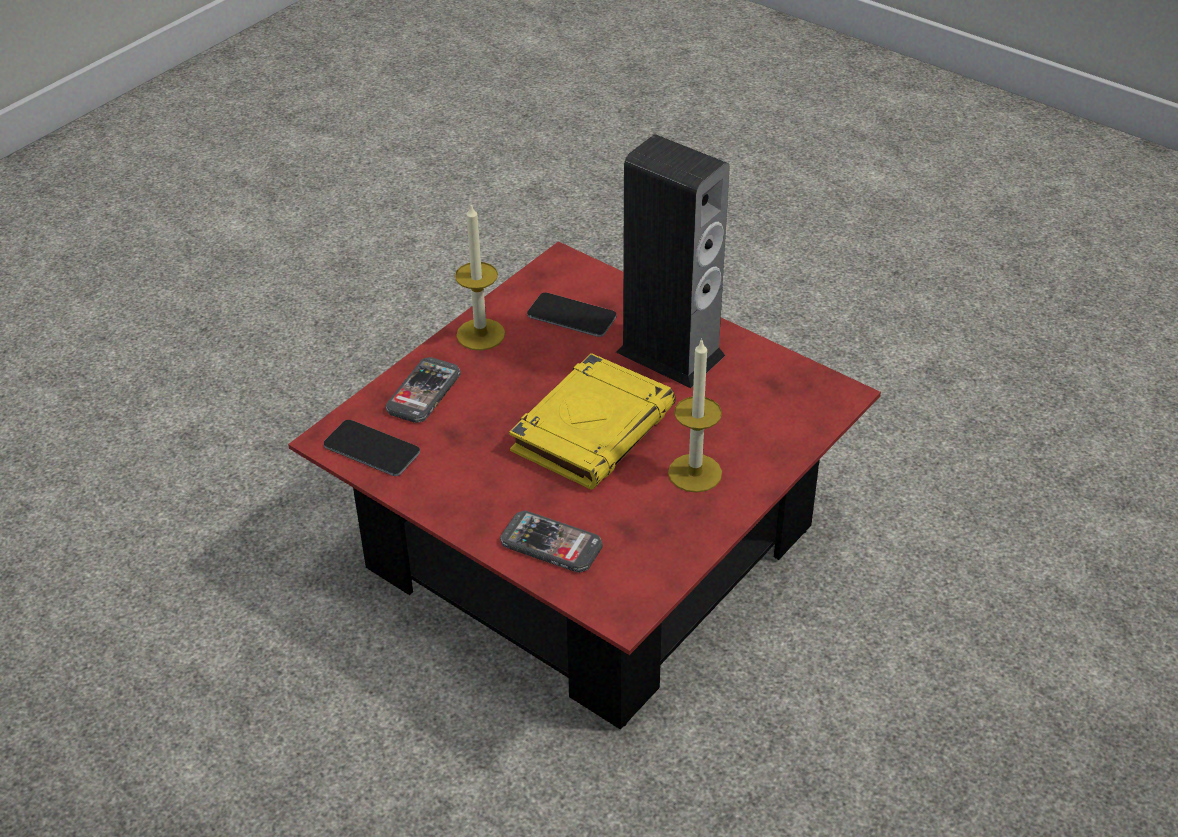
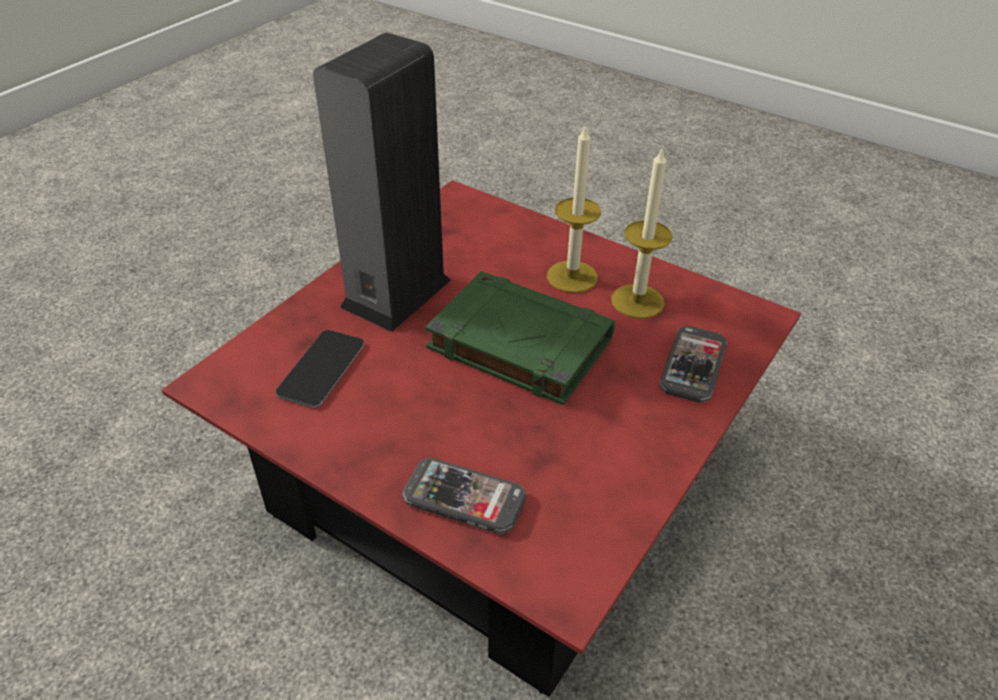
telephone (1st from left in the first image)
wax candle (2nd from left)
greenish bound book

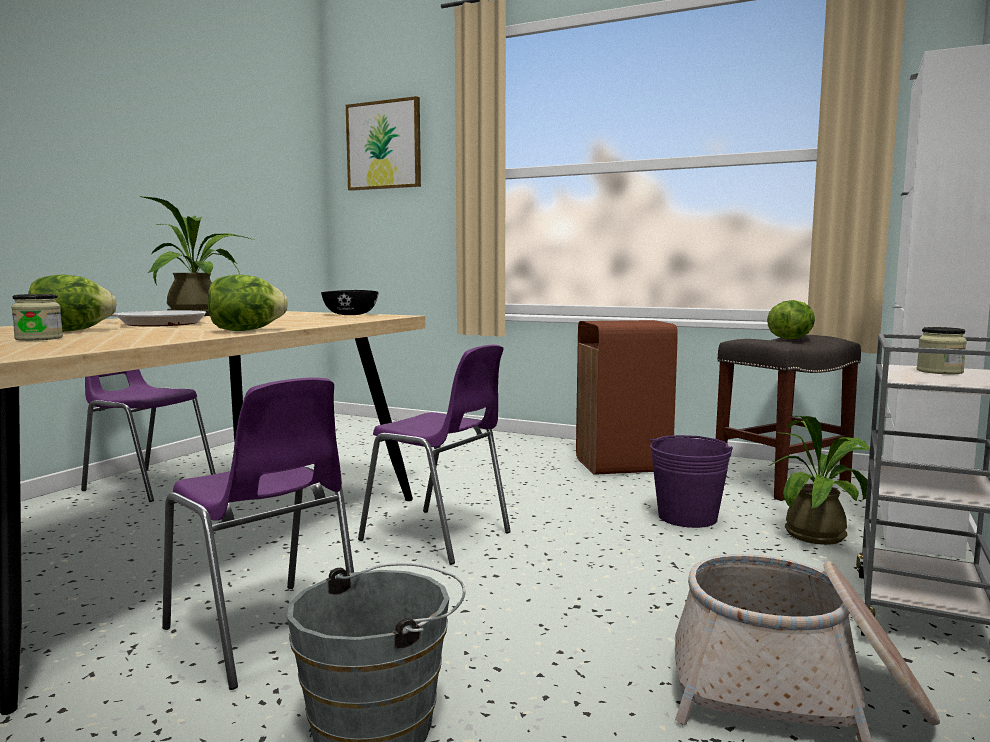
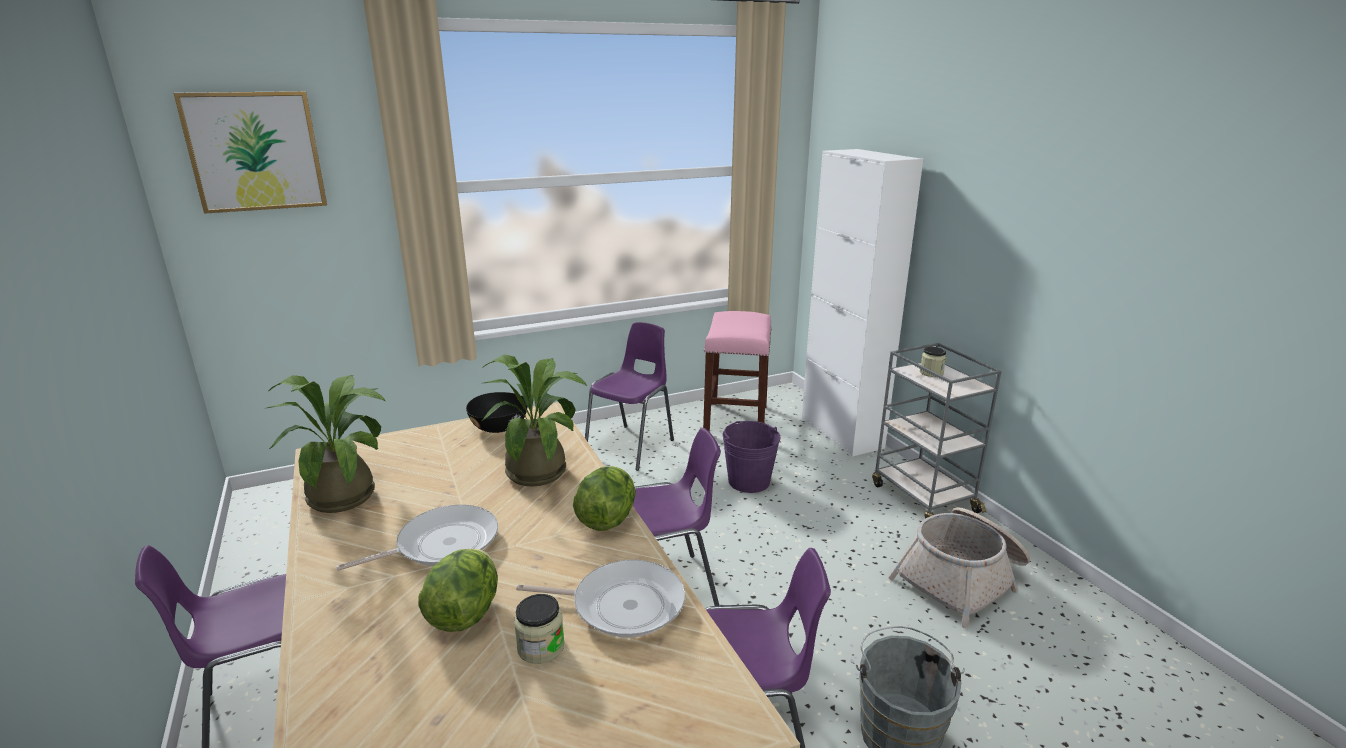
head of lettuce (3rd from left in the first image)
frying pan (2nd from left)
plant in a pot (2nd from left)
purple-coloured chair (2nd from left)
pink-coloured stool

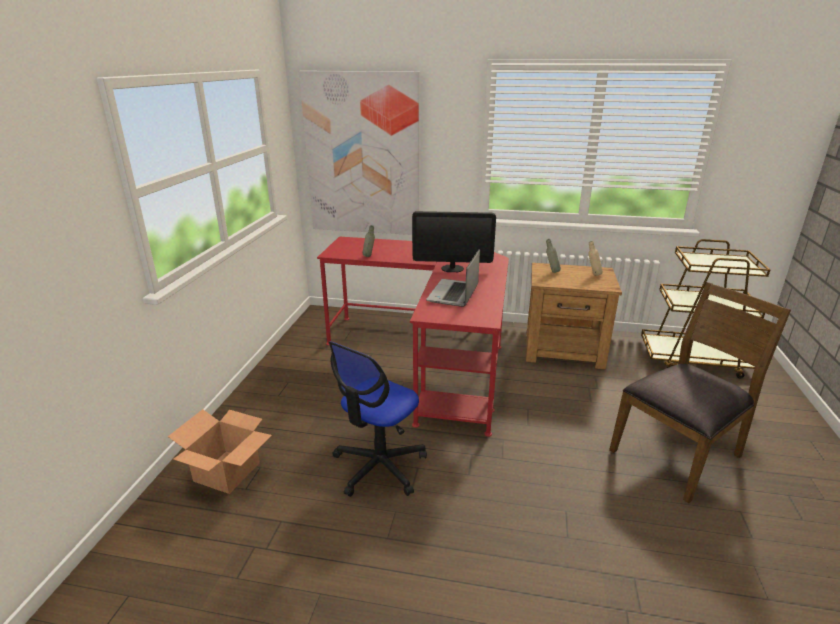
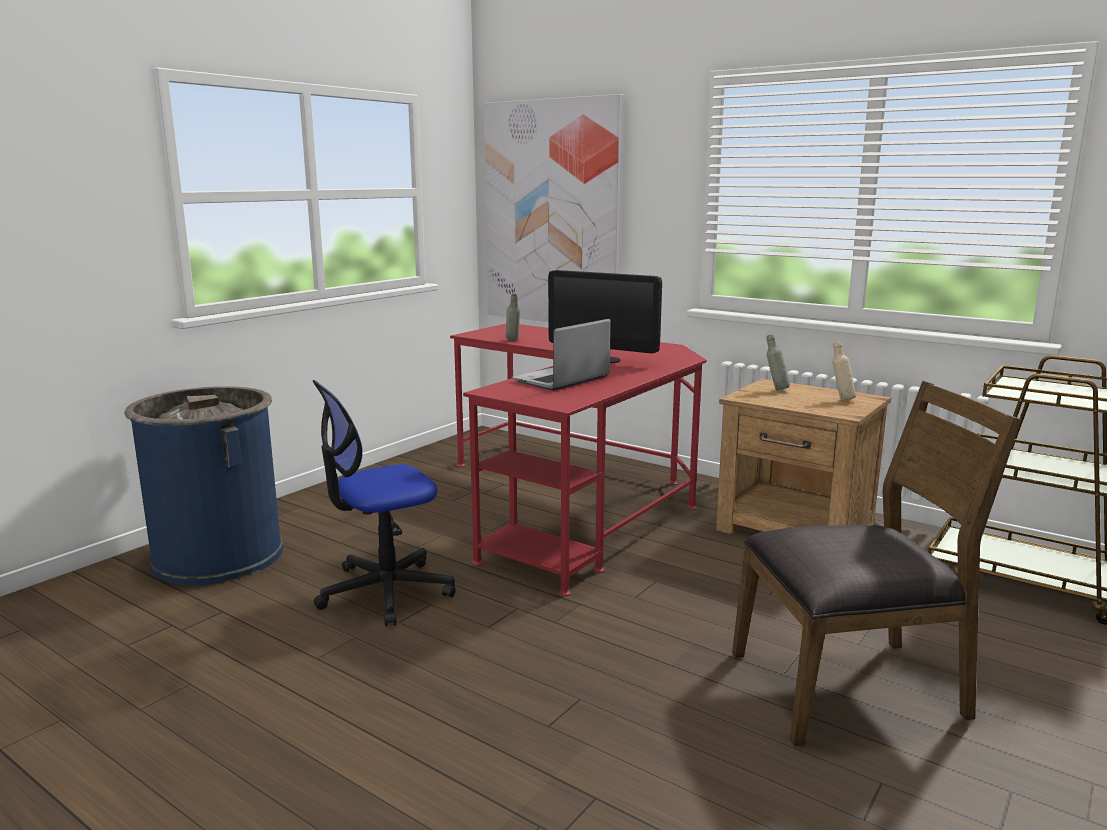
bluish trash can

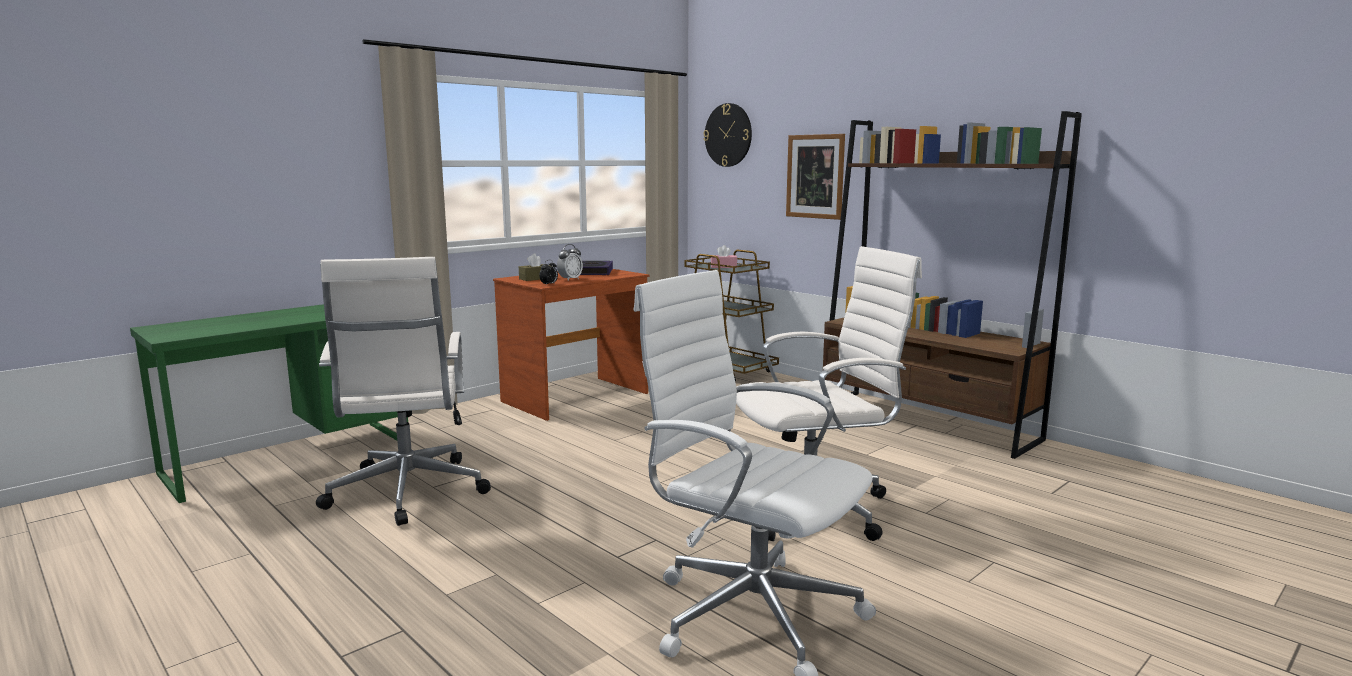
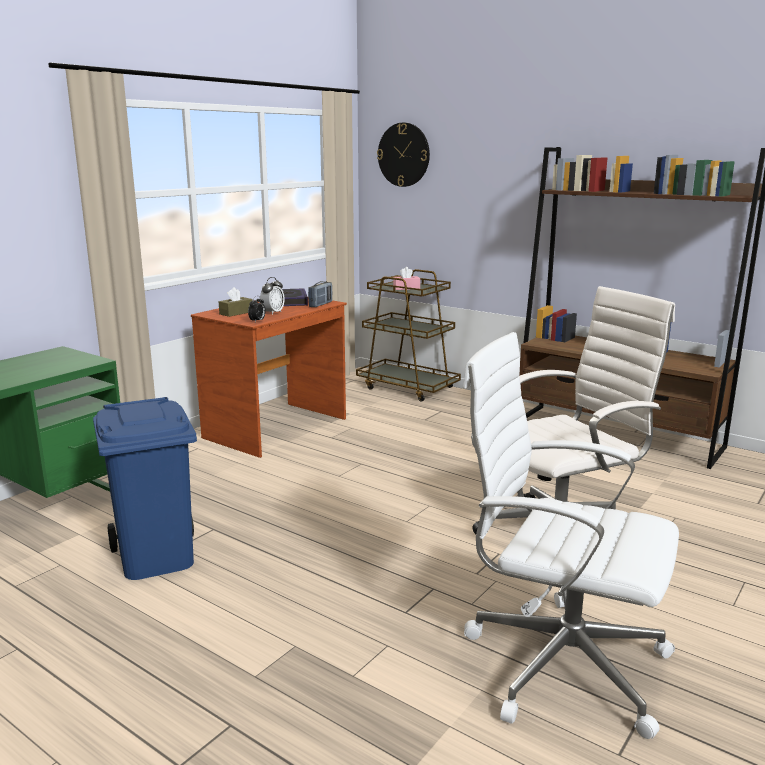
picture
radio receiver
bluish trash can

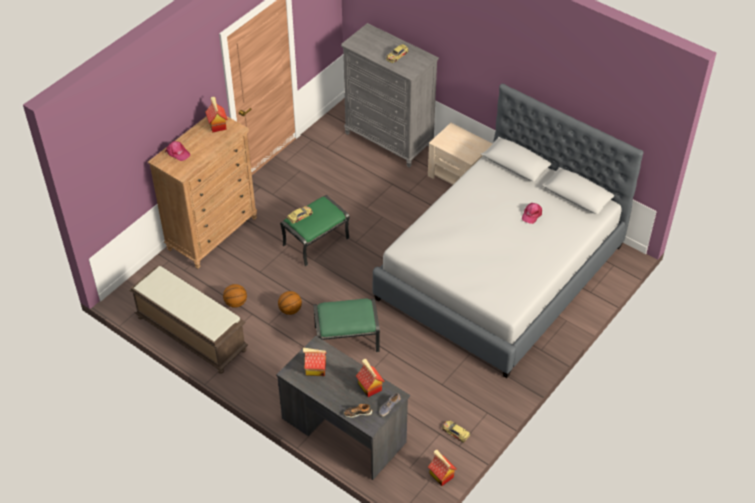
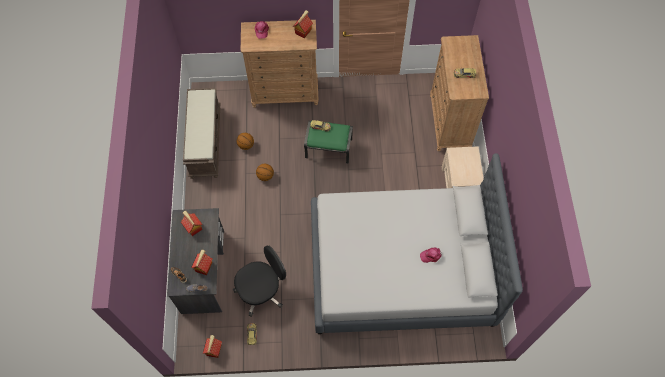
greenish ottoman (2nd from left in the first image)
black office chair
brownish chest of drawers (2nd from left)

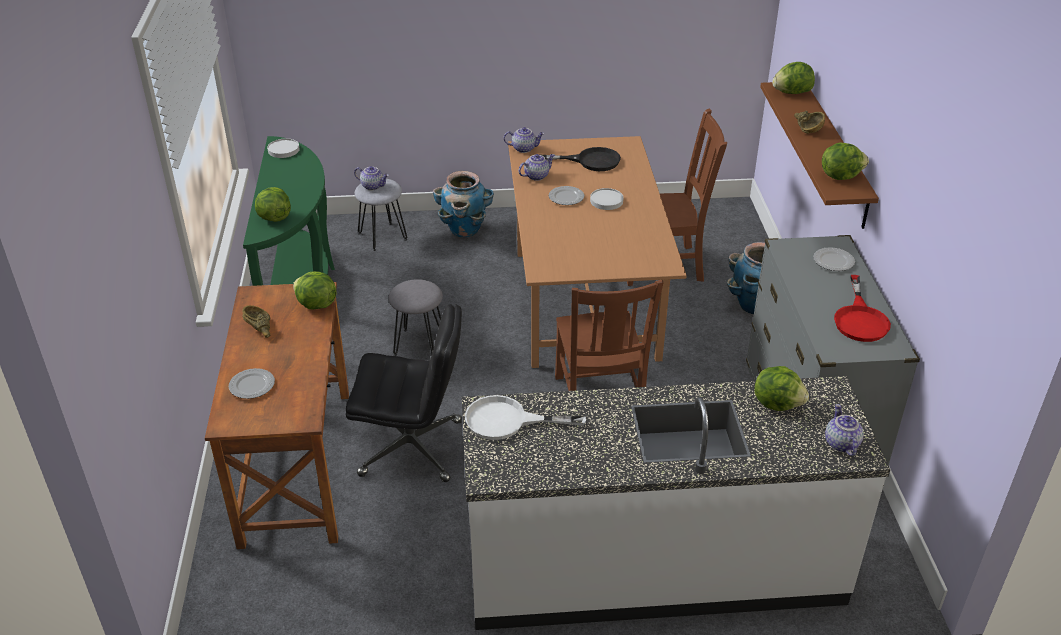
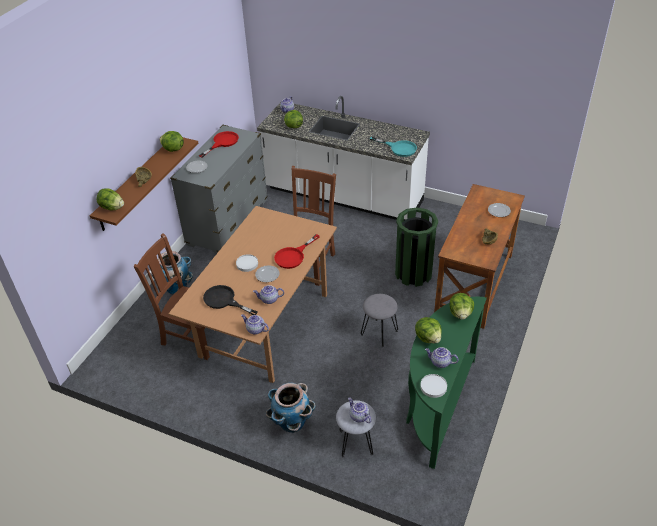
red-coloured frying pan (2nd from left)
teapot (5th from left)
head of lettuce (4th from left)
greenish trash can
blue-green frying pan

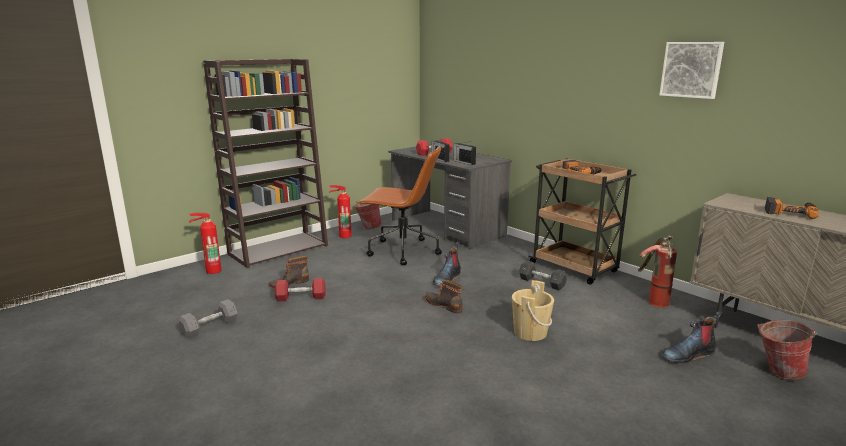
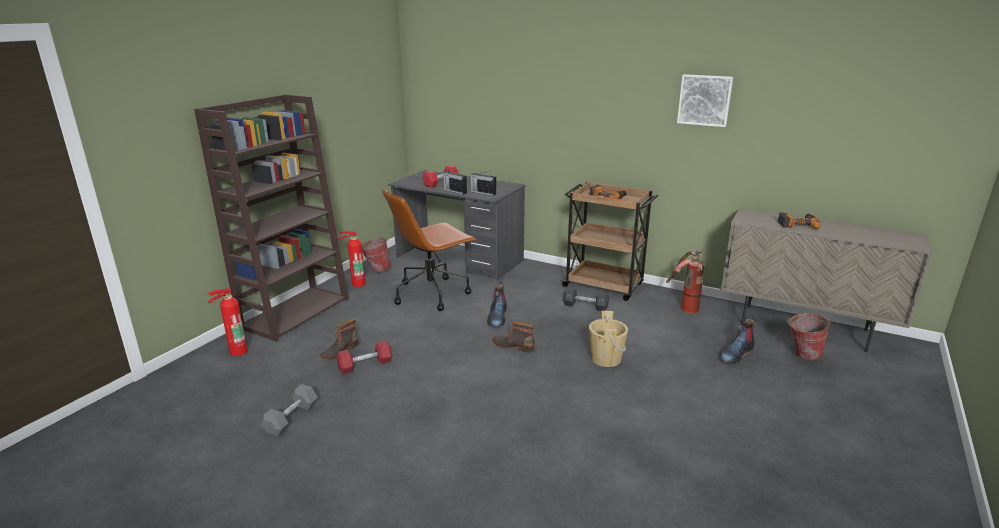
brownish office chair

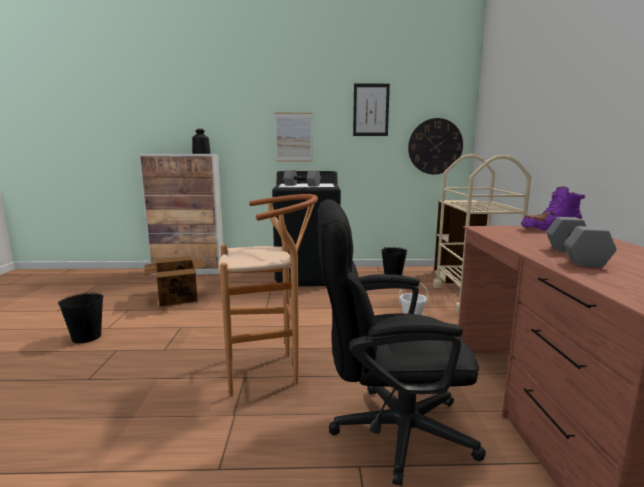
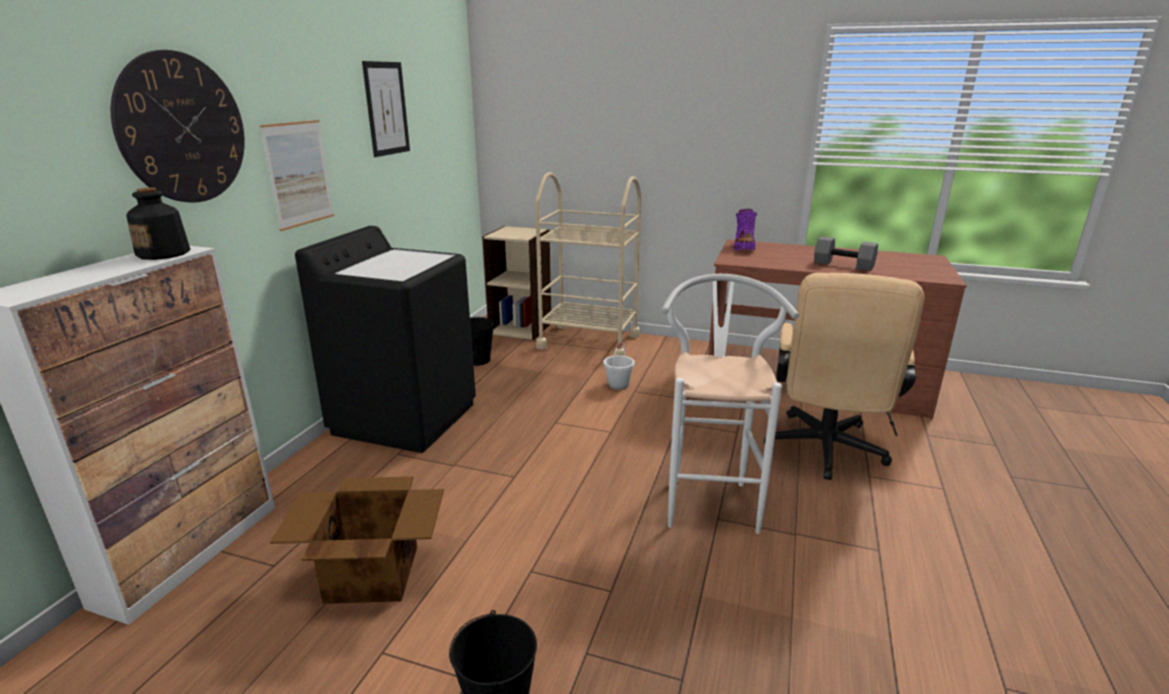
gray hand weight (1st from left in the first image)
clock on the wall
white-coloured stool
sand-coloured office chair

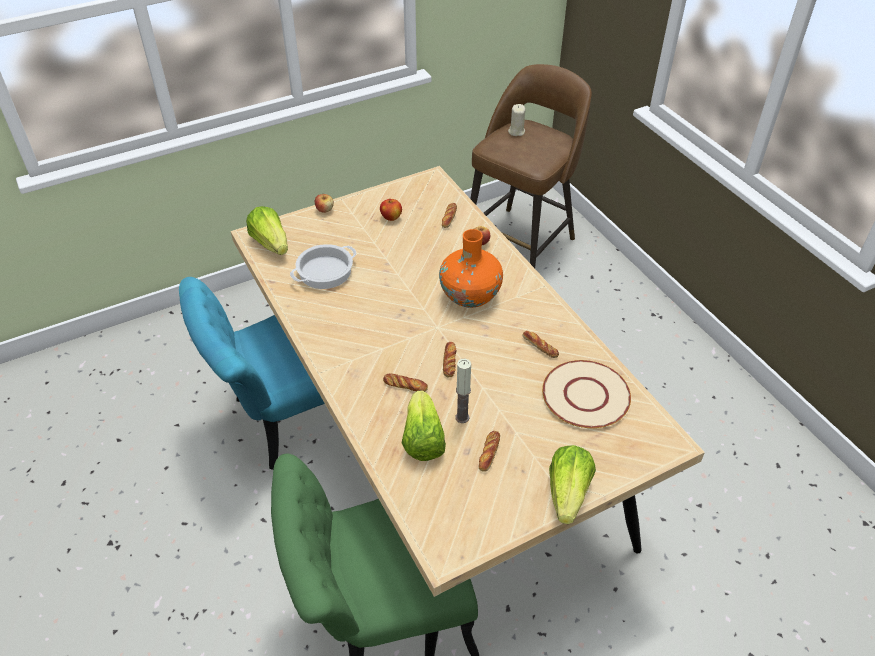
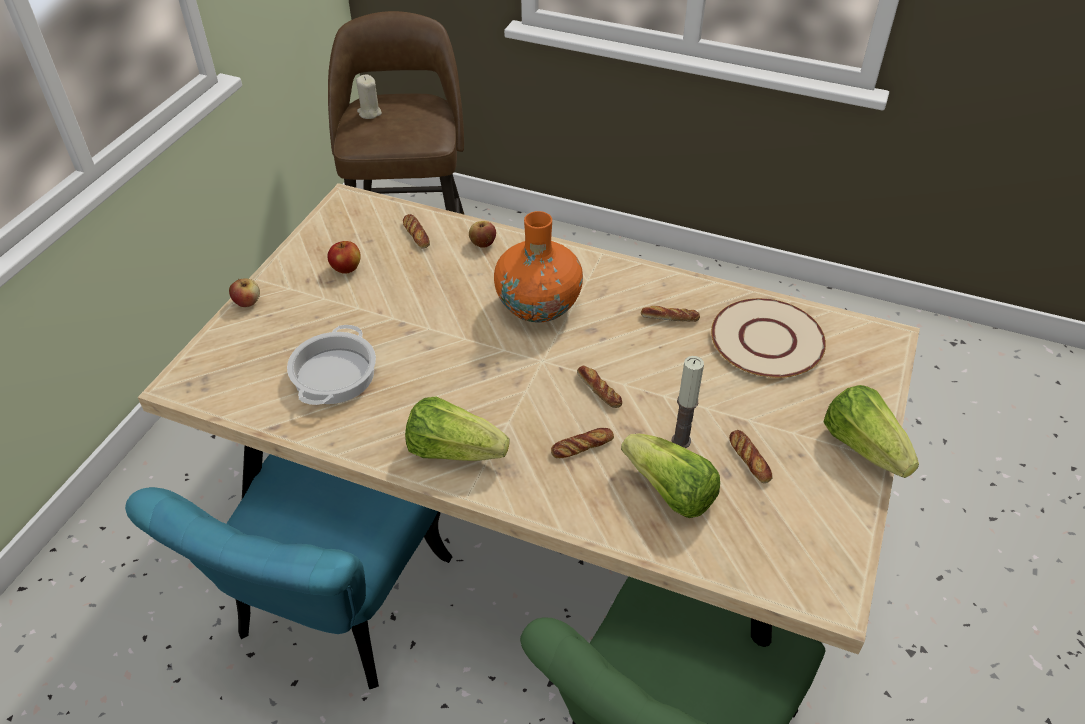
head of lettuce (1st from left)

